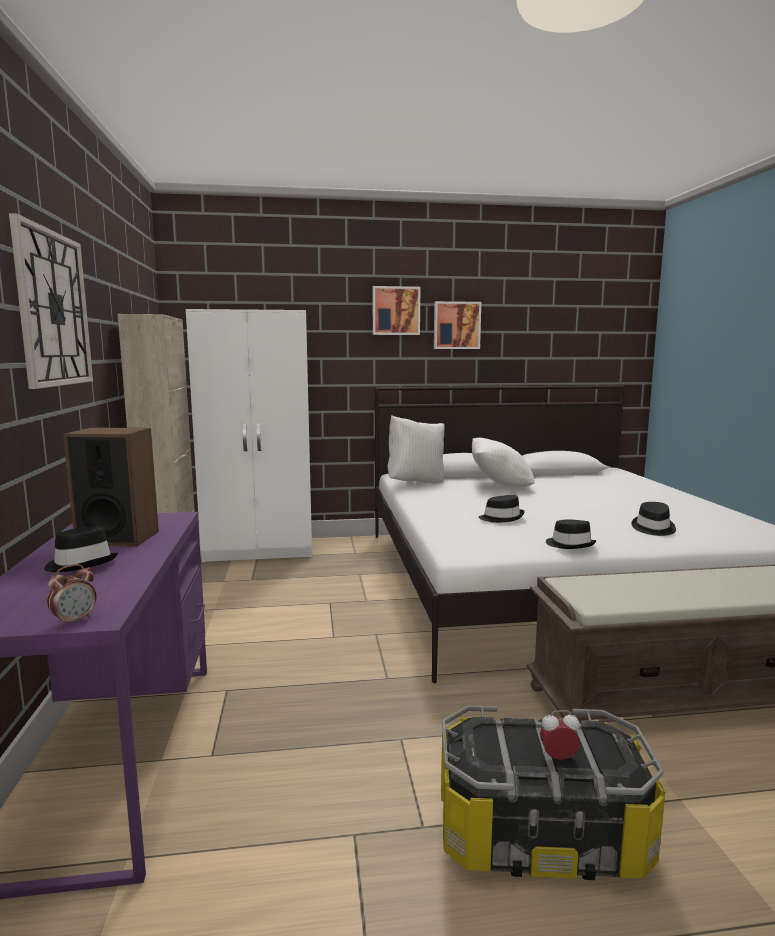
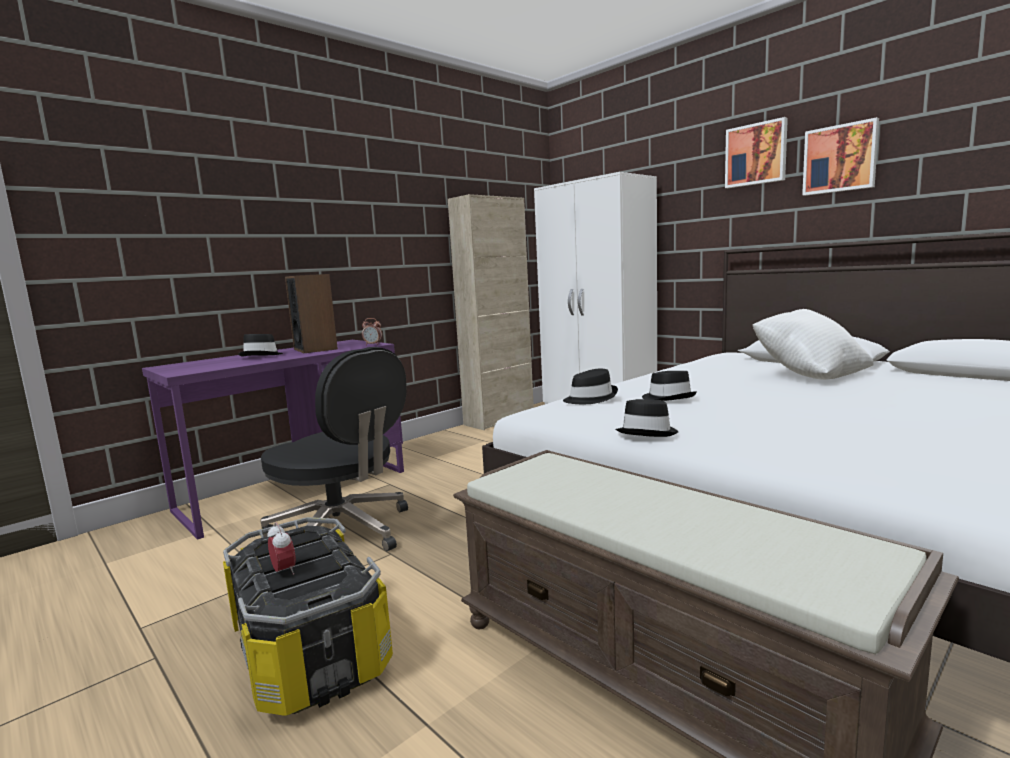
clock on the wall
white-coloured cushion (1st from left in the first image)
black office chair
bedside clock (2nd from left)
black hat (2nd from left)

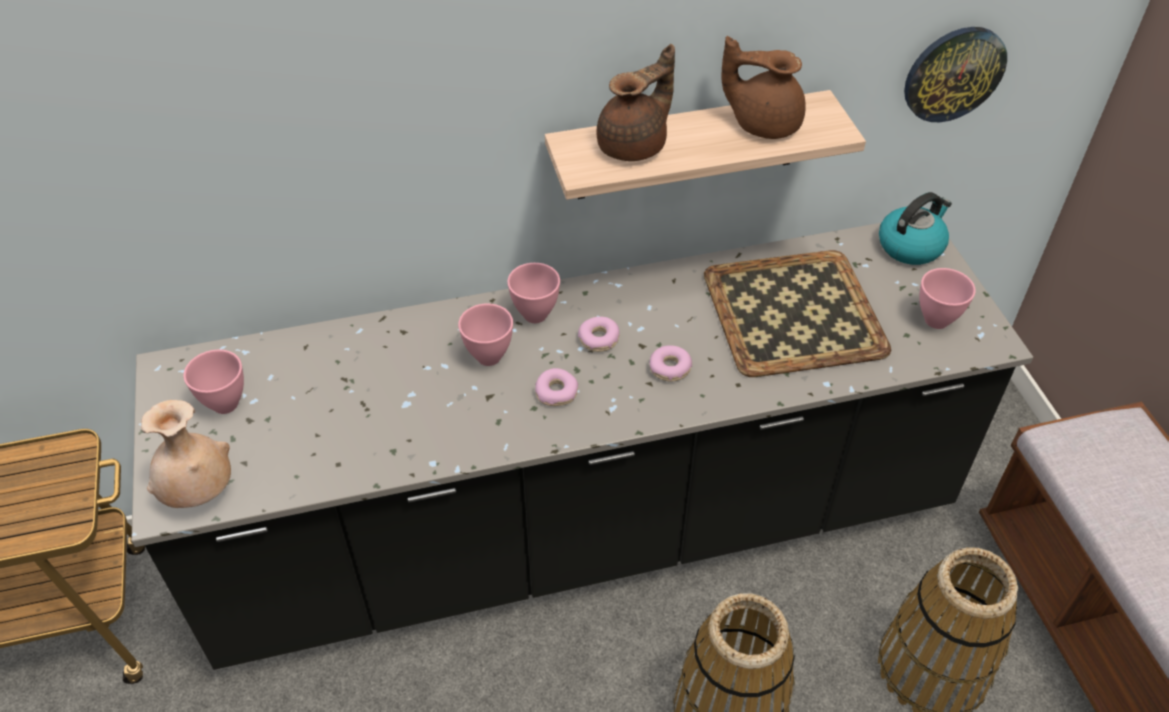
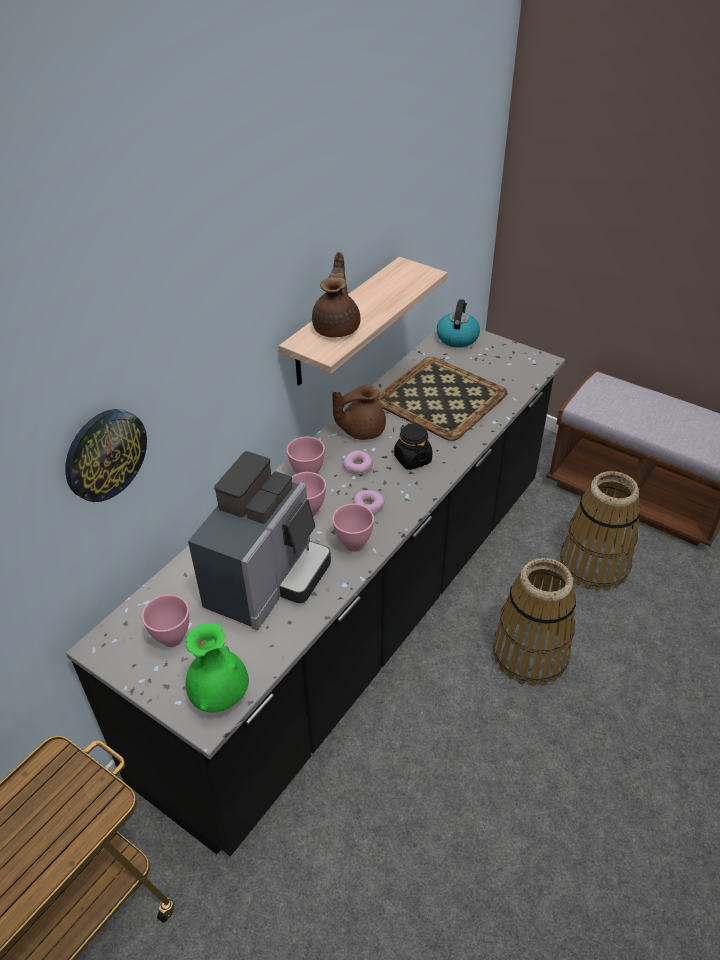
coffee maker
brownish teapot (2nd from left)
clock on the wall
pink-coloured bowl (4th from left)
black jar
greenish vase

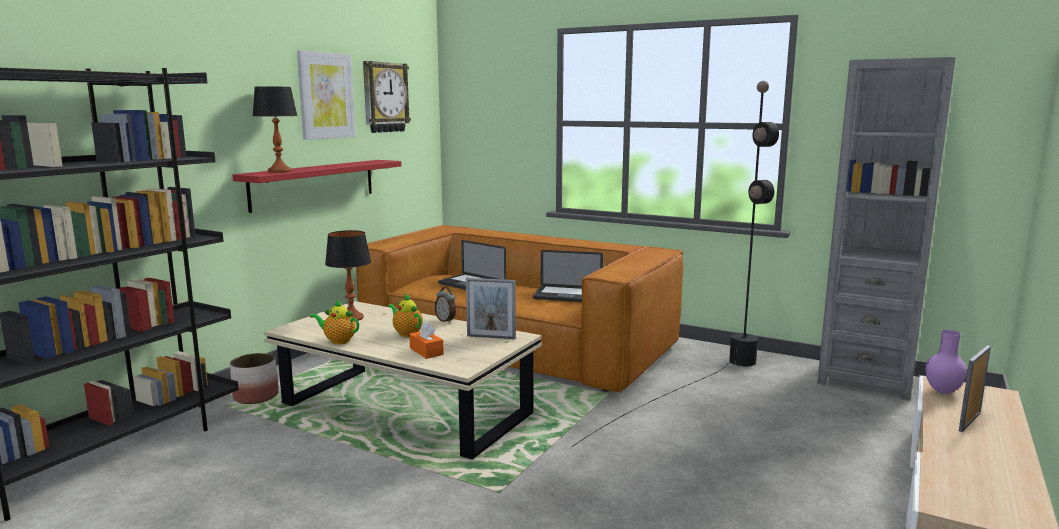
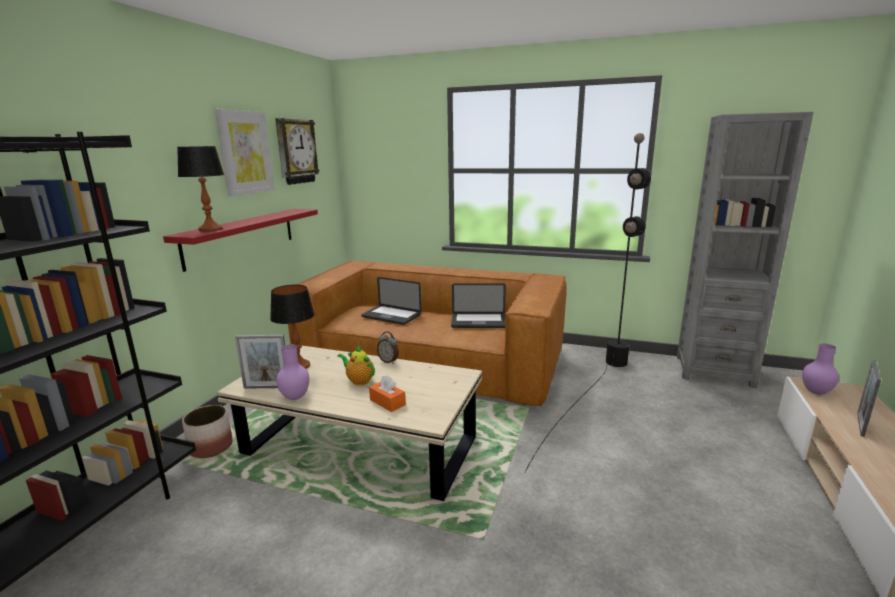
standing frame (1st from left)
purple-coloured vase (1st from left)

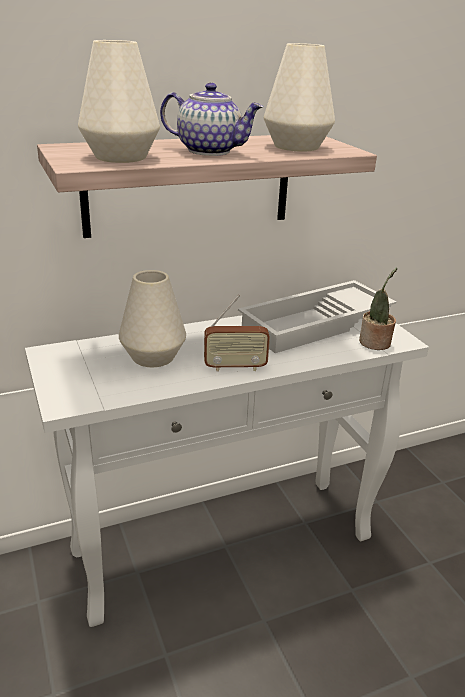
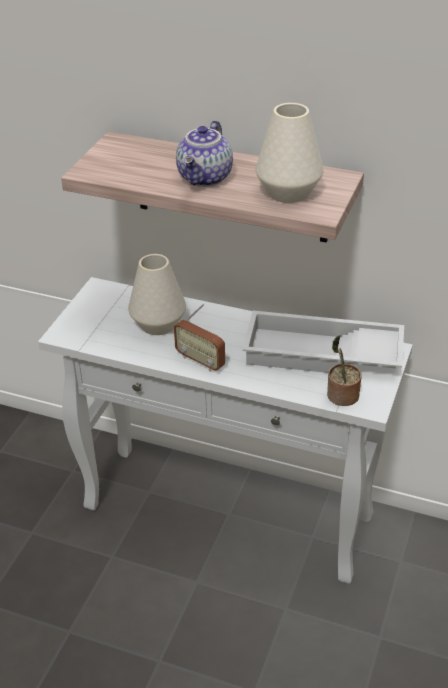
white-coloured vase (1st from left in the first image)
teapot

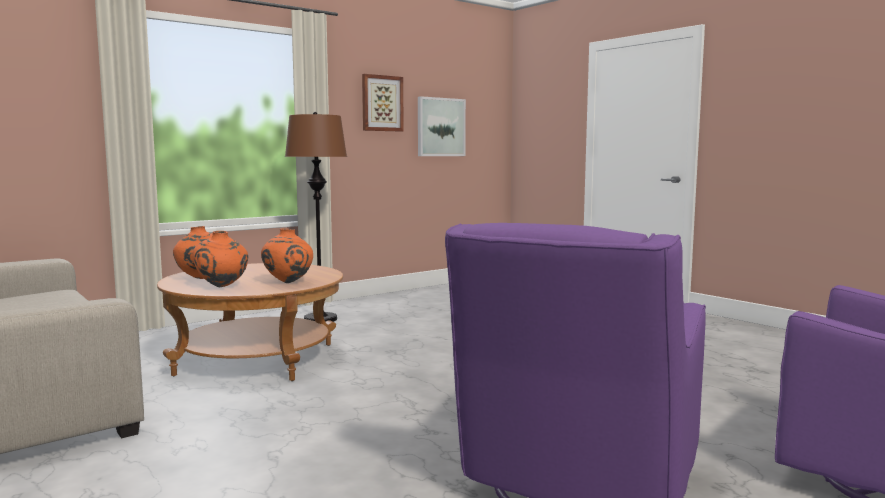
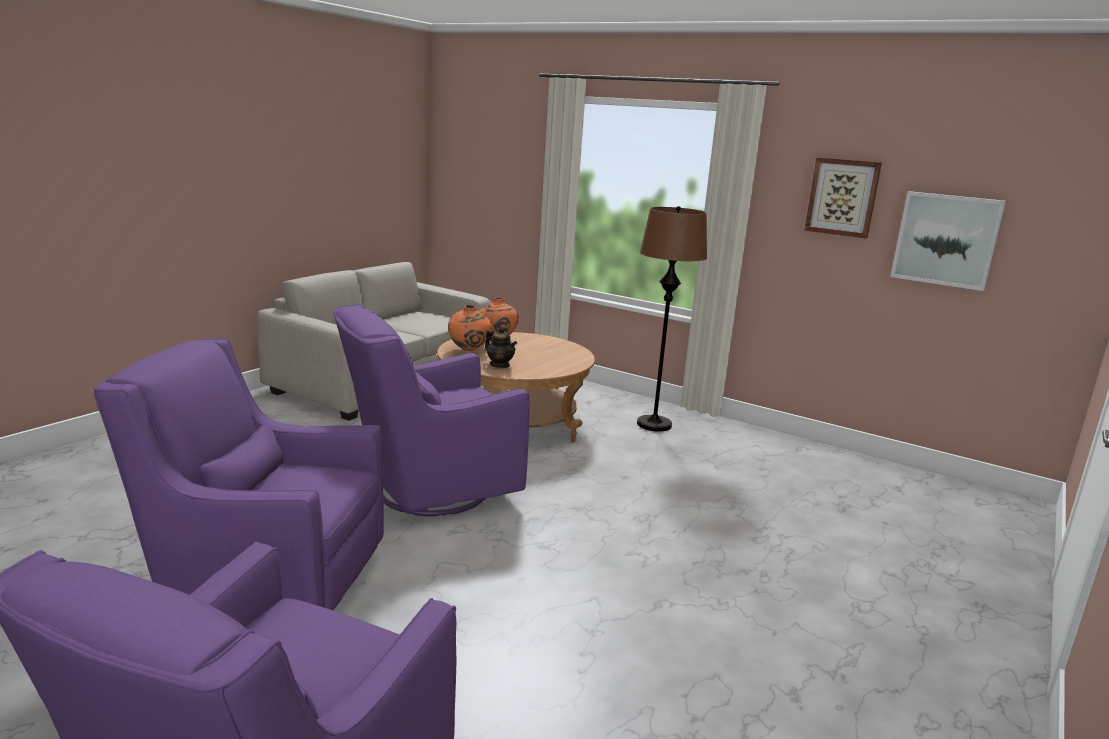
purple-coloured armchair (3rd from left)
teapot

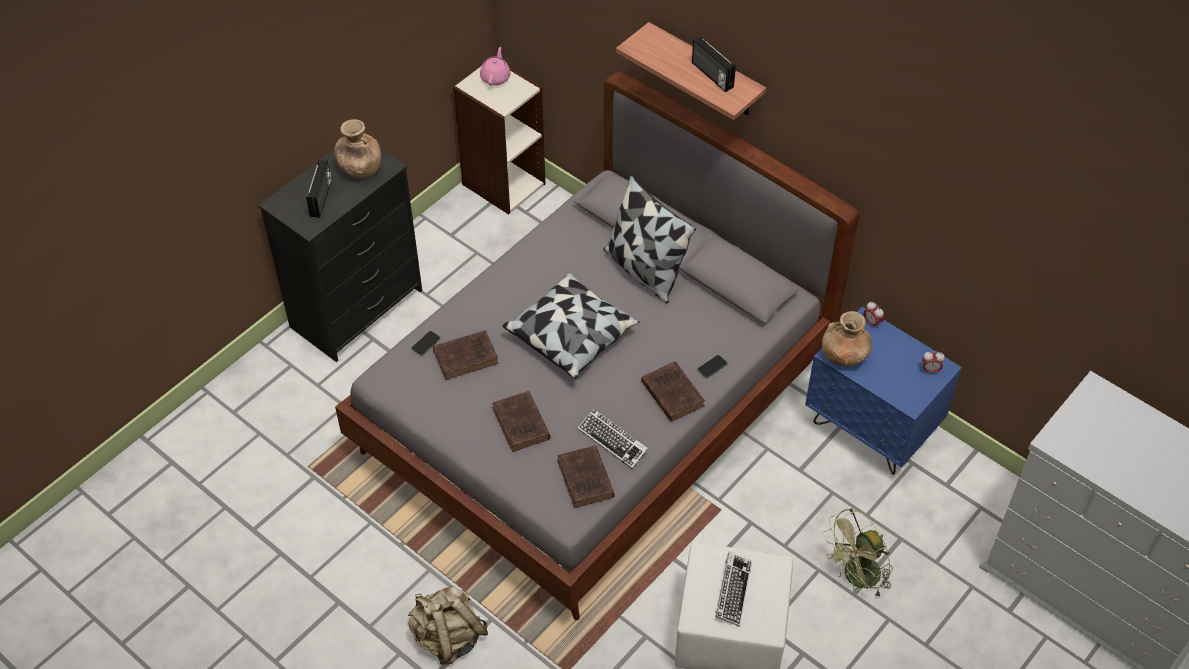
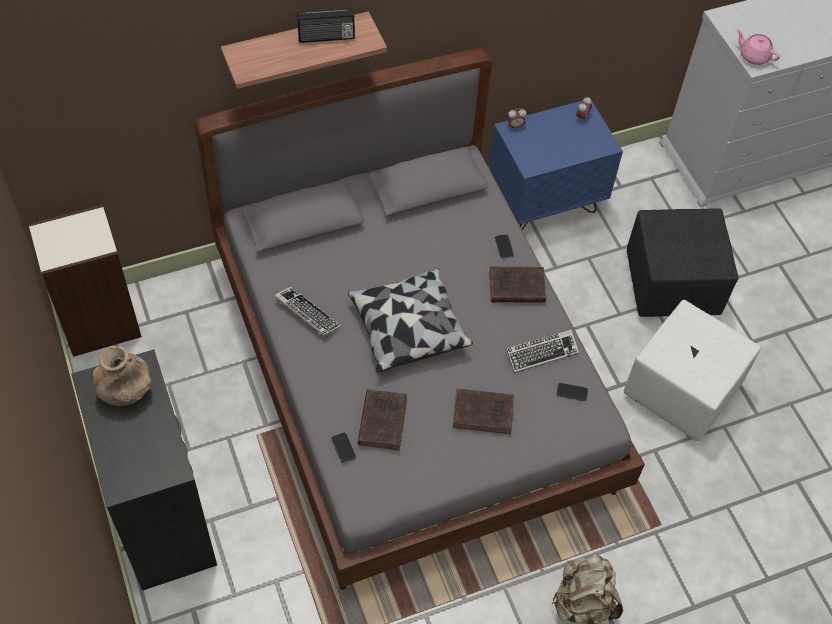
radio receiver (1st from left in the first image)
cushion (2nd from left in the first image)
brownish vase (2nd from left in the first image)
pink-coloured teapot
computer keyboard (1st from left)
telephone (3rd from left)
black ottoman

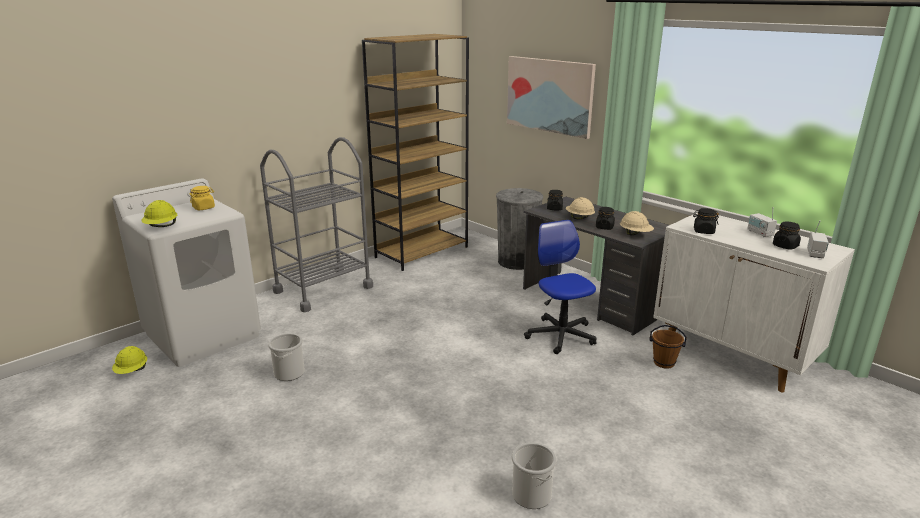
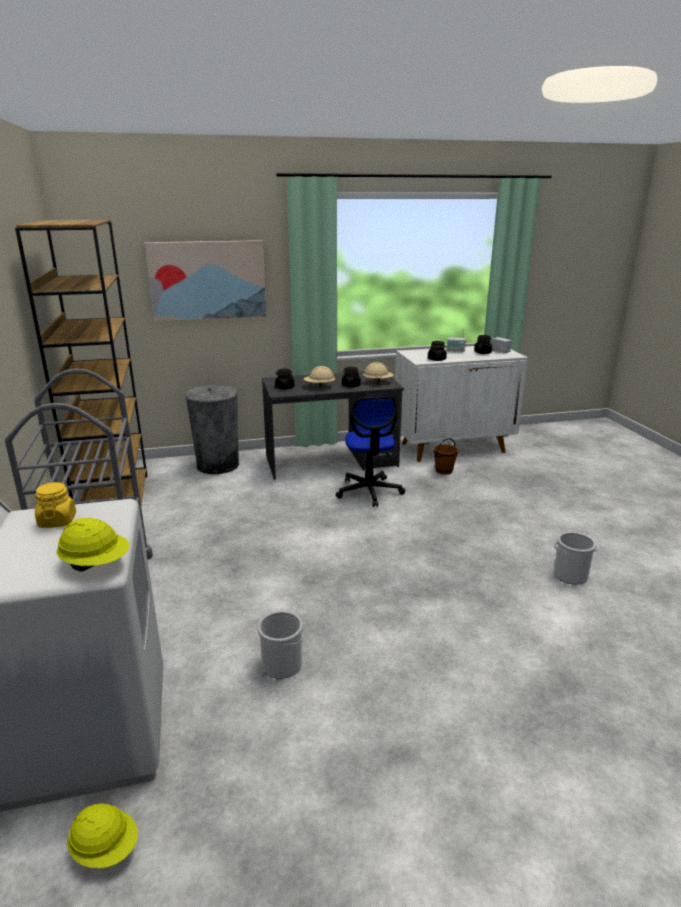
office chair

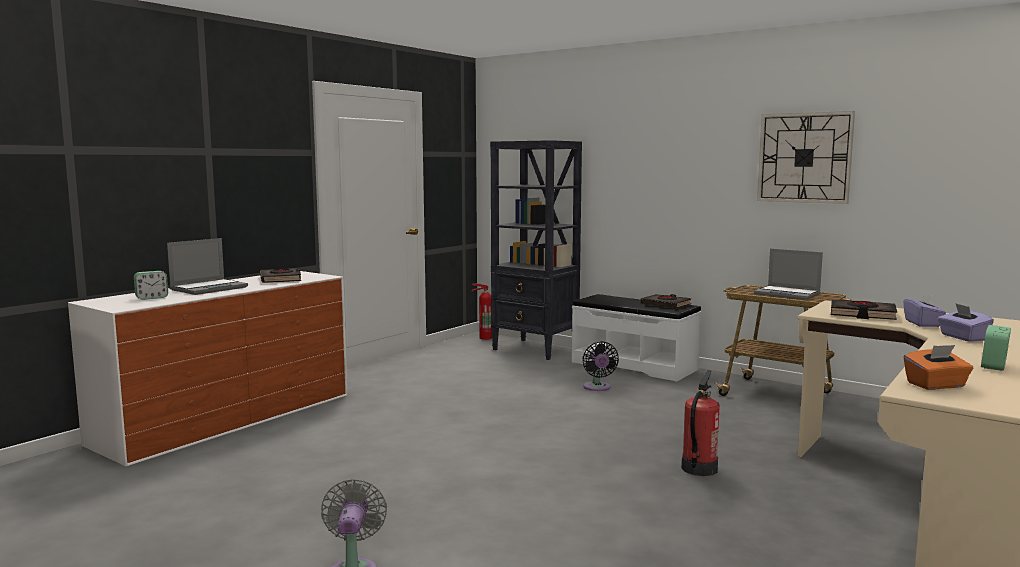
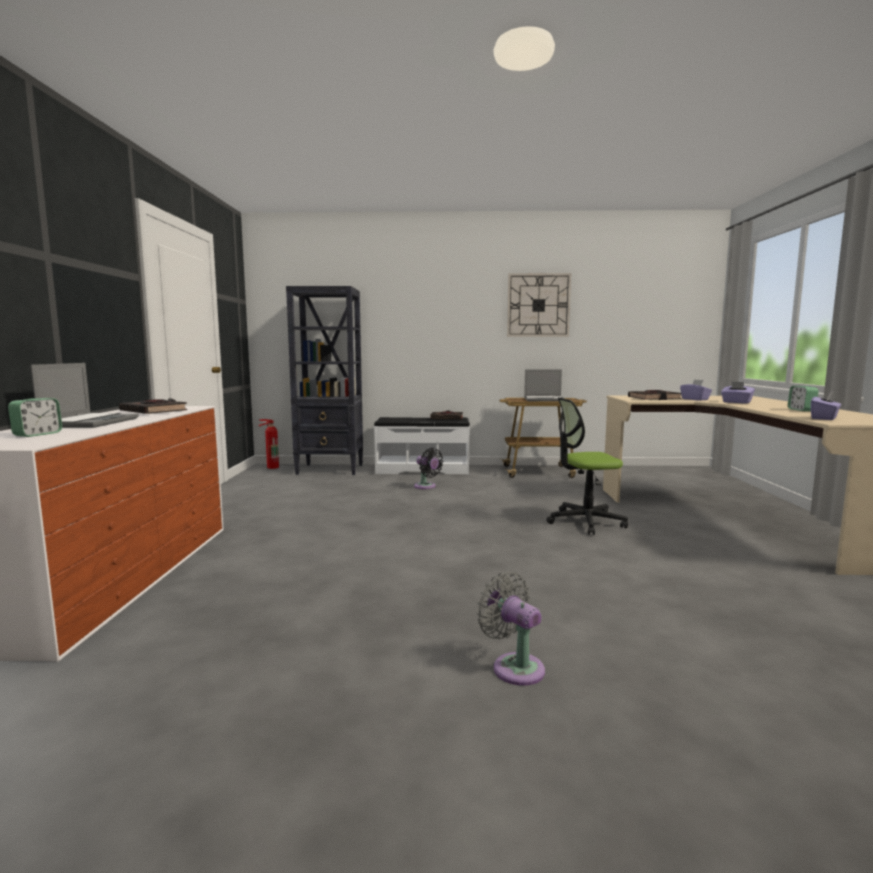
office chair
purple-coloured tissue holder (3rd from left)

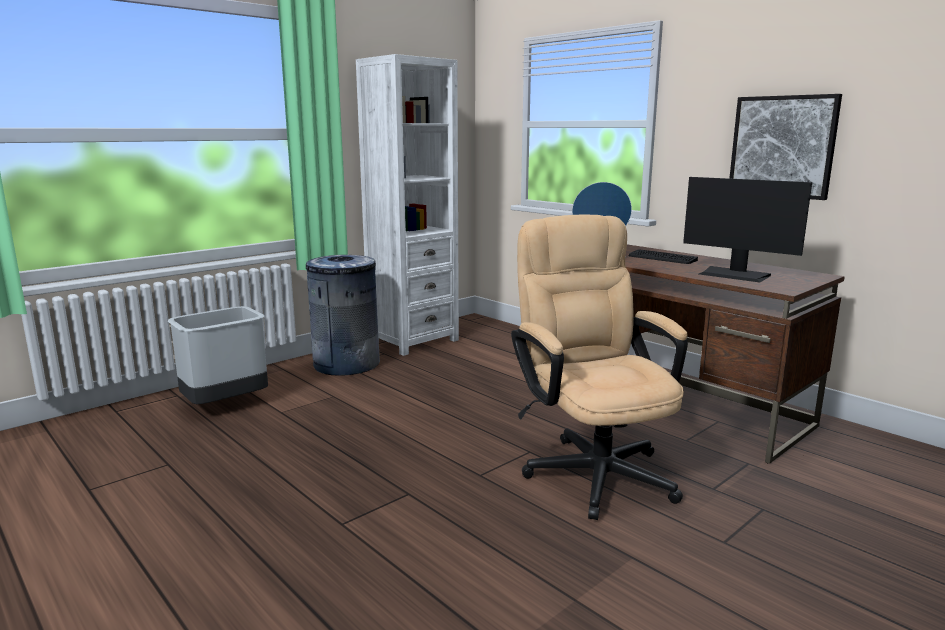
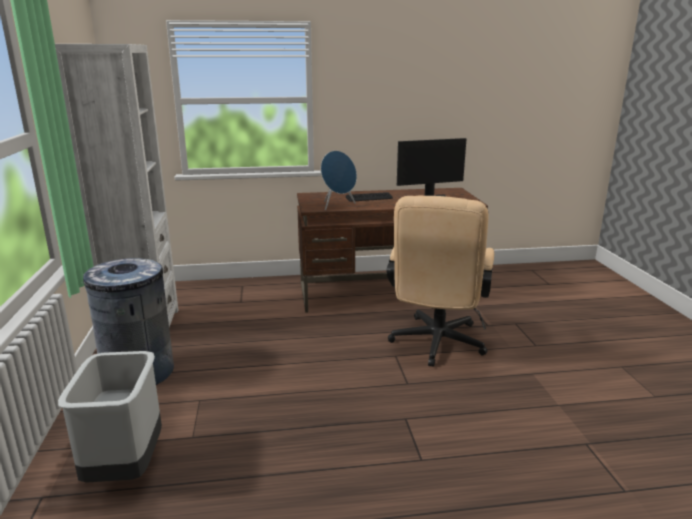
picture
sand-coloured office chair

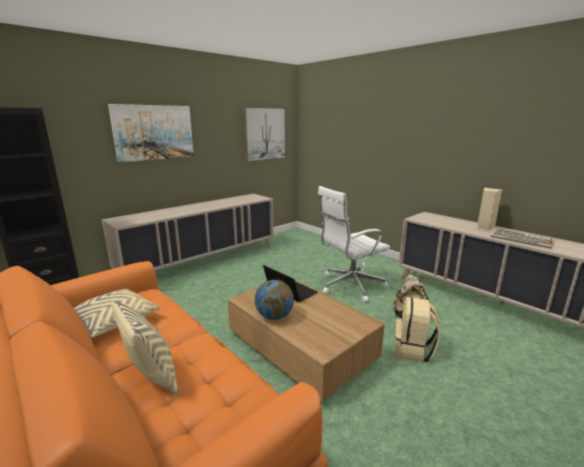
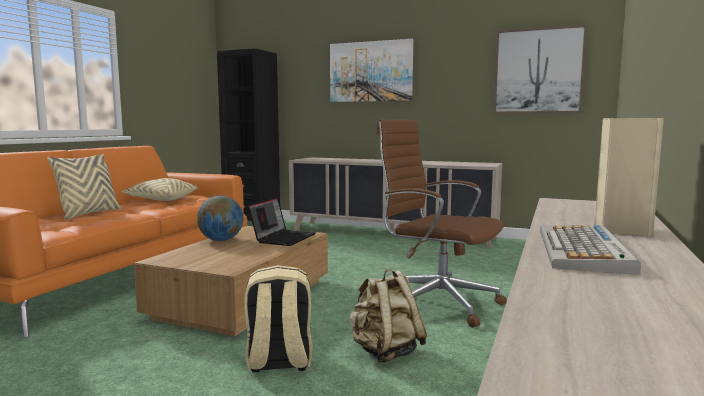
brownish office chair

